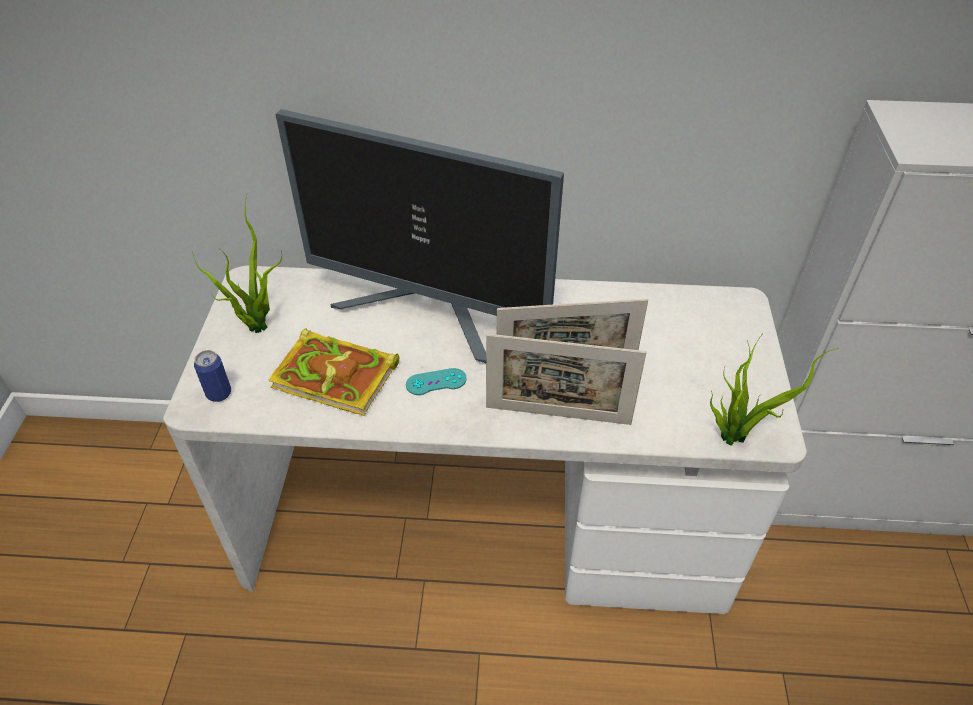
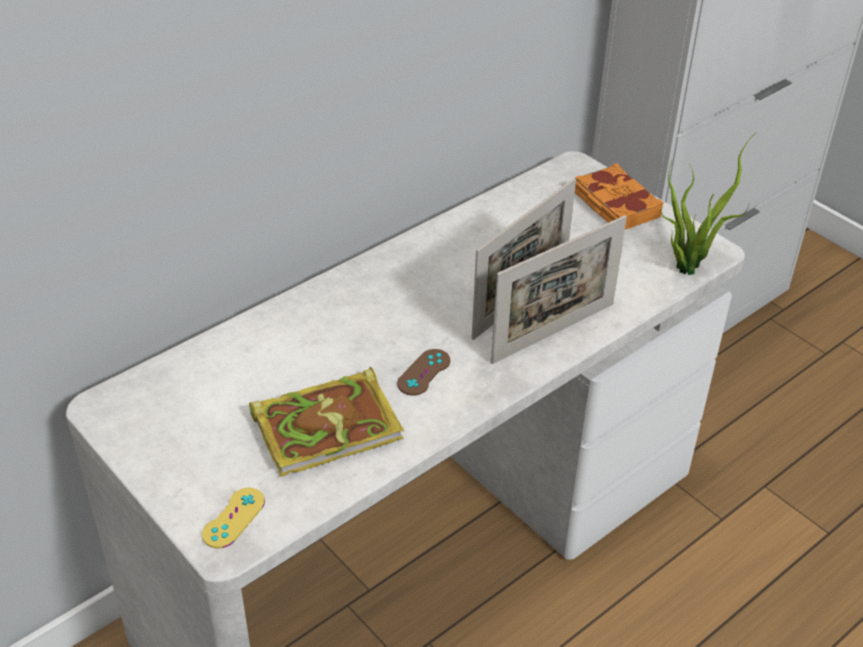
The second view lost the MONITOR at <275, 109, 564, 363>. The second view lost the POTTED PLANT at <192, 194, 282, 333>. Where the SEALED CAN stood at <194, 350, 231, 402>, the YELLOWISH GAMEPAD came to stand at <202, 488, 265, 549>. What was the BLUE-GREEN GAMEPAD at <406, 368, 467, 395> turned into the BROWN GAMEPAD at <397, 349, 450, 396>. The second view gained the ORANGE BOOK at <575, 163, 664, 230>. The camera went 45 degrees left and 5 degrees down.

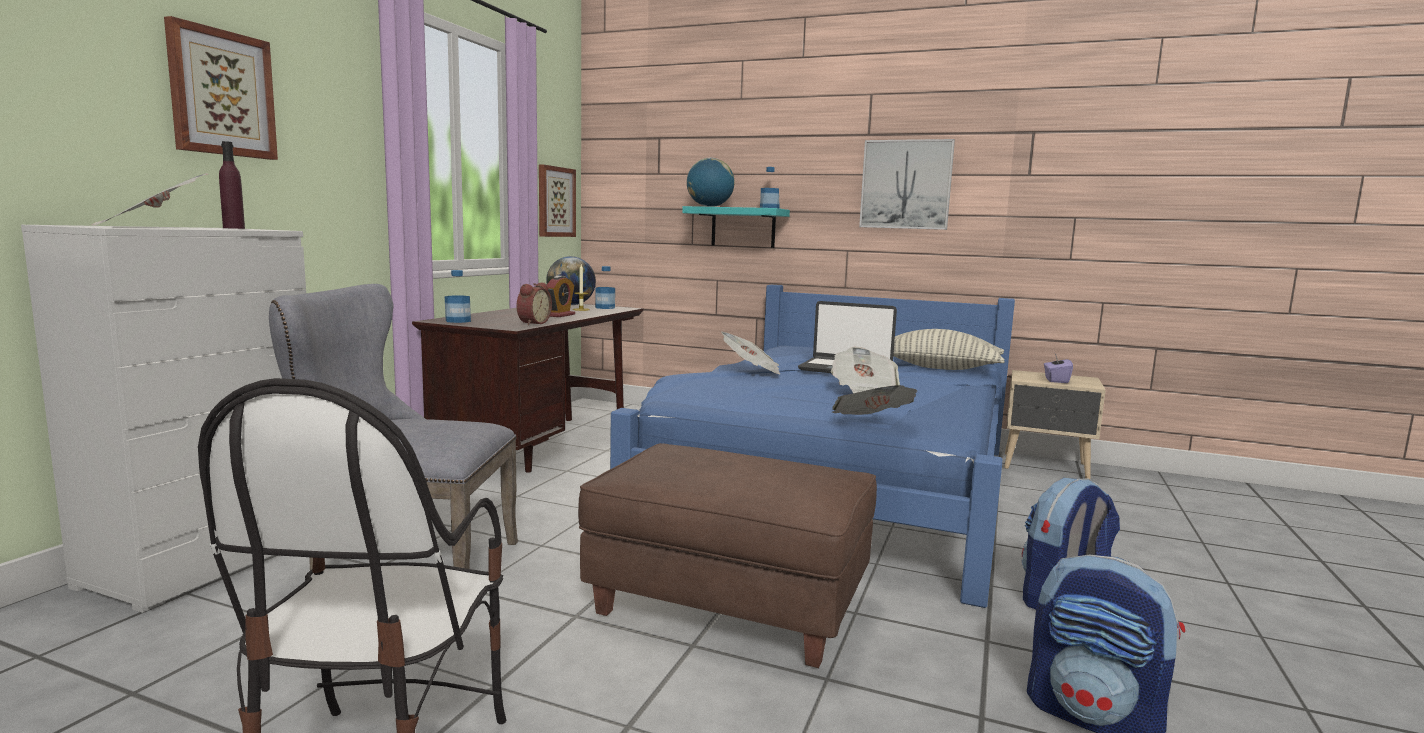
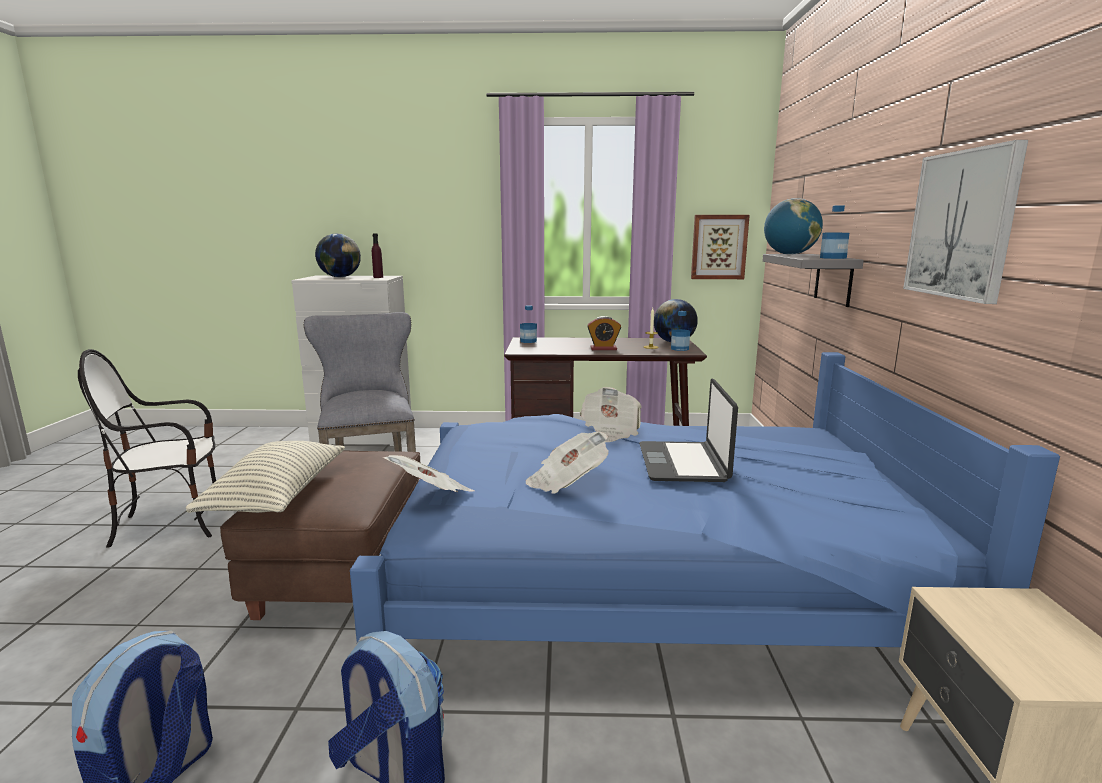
The second view lost the PICTURE at <164, 16, 278, 160>. Where the DAILY PAPER stood at <91, 173, 208, 225>, the DESK GLOBE came to stand at <315, 234, 361, 277>. What was the BLUE-GREEN BRACKET SHELF at <682, 206, 790, 248> turned into the GREY BRACKET SHELF at <762, 254, 864, 307>. The second view lost the BEDSIDE CLOCK at <516, 282, 552, 325>. The PILLOW ended up elsewhere, having gone from <893, 329, 1005, 370> to <186, 441, 345, 513>. The second view lost the PURPLE BOX OF TISSUES at <1044, 354, 1073, 383>. The camera went 70 degrees right and 5 degrees up.

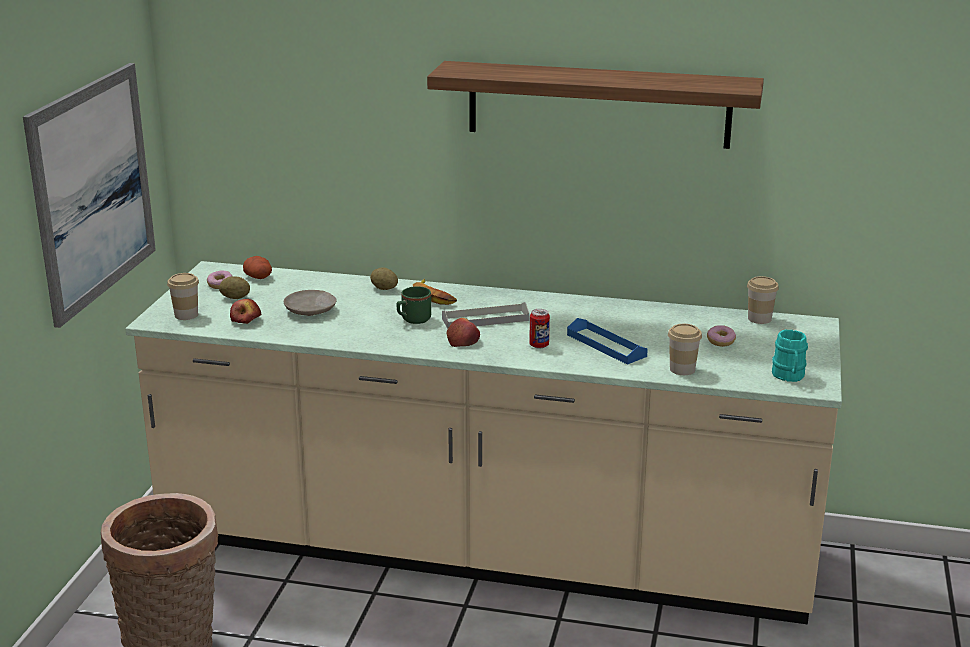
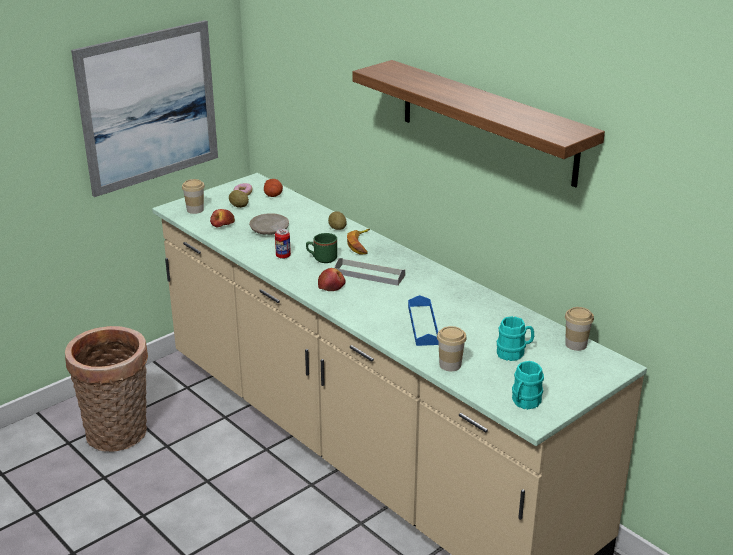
The SEALED CAN ended up elsewhere, having gone from <529, 309, 550, 349> to <275, 229, 291, 259>. Where the RING DOUGHNUT stood at <707, 325, 736, 347>, the BLUE-GREEN TEA MUG came to stand at <497, 316, 534, 361>. The camera went 35 degrees right and 5 degrees up.

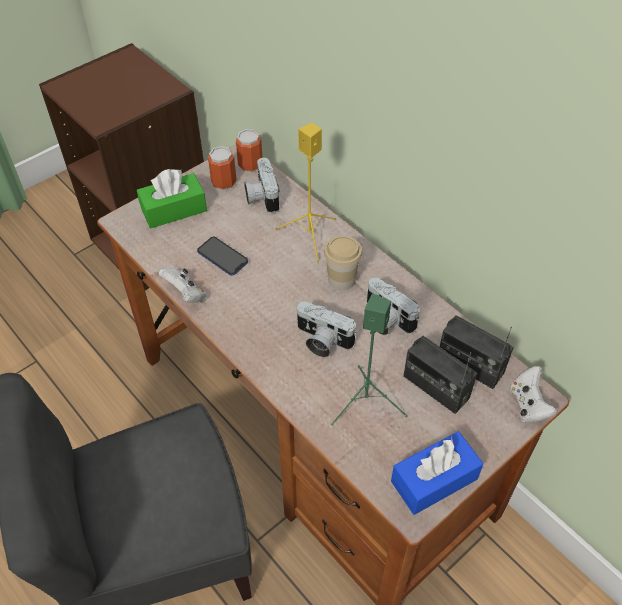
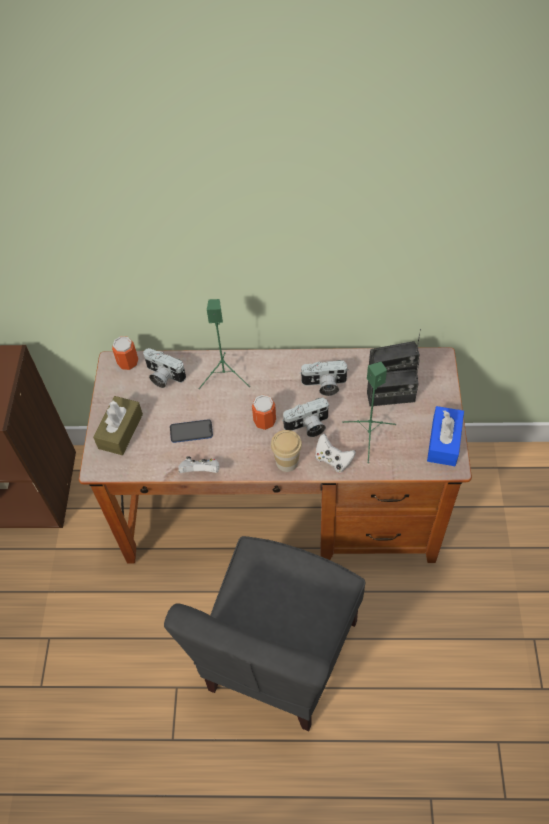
What was the YELLOWISH LOUDSPEAKER at <275, 123, 336, 264> turned into the GREEN LOUDSPEAKER at <198, 299, 250, 389>. The SEALED CAN ended up elsewhere, having gone from <208, 146, 237, 190> to <252, 395, 276, 430>. What was the GREEN BOX OF TISSUES at <137, 169, 207, 229> turned into the BROWN BOX OF TISSUES at <93, 396, 143, 455>. The SMALL CUP ended up elsewhere, having gone from <324, 236, 362, 291> to <271, 430, 302, 472>. The WHITE-COLOURED GAMEPAD ended up elsewhere, having gone from <510, 366, 558, 423> to <315, 433, 356, 472>. The camera went 45 degrees left and 5 degrees up.

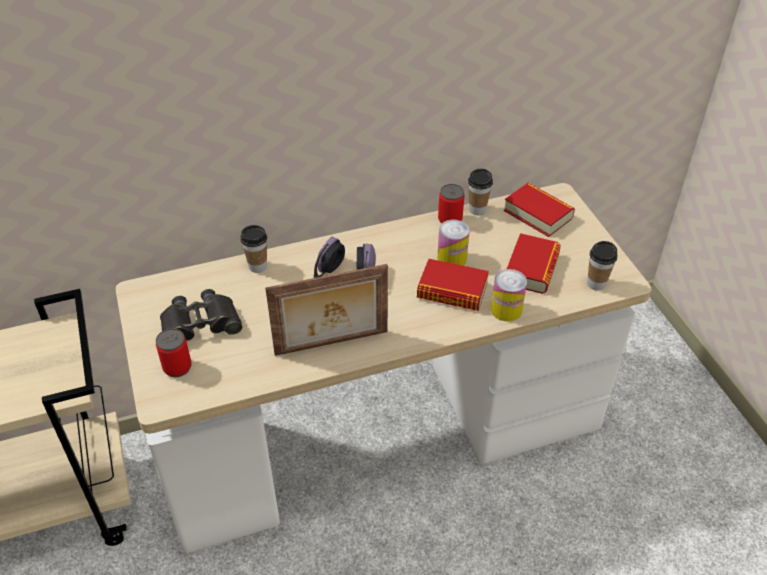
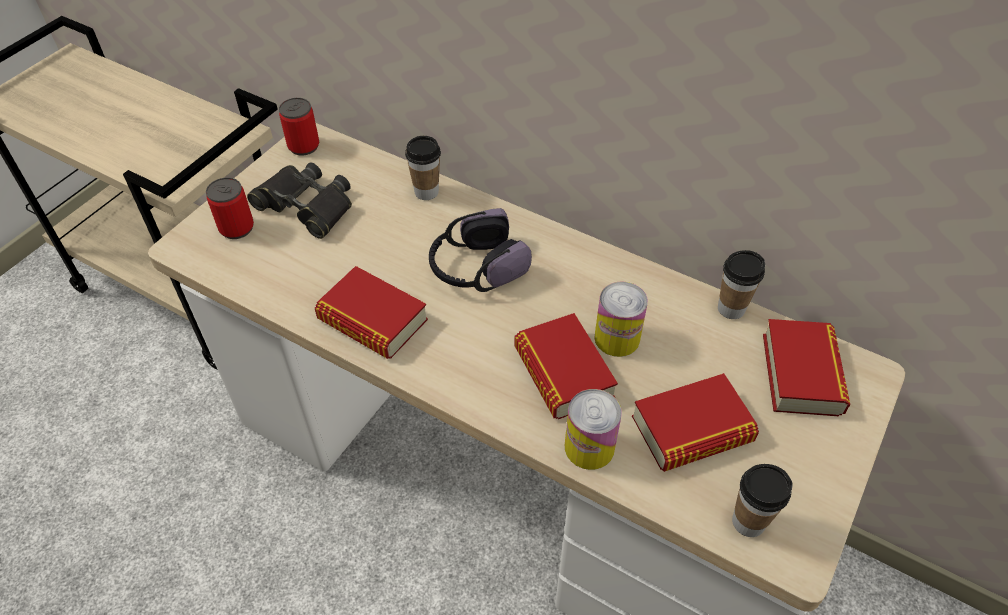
The SEALED CAN ended up elsewhere, having gone from <438, 184, 465, 224> to <279, 98, 319, 156>. Where the PHOTO FRAME stood at <265, 264, 388, 356>, the BOOK came to stand at <315, 266, 428, 359>. The camera went 50 degrees right and 5 degrees up.

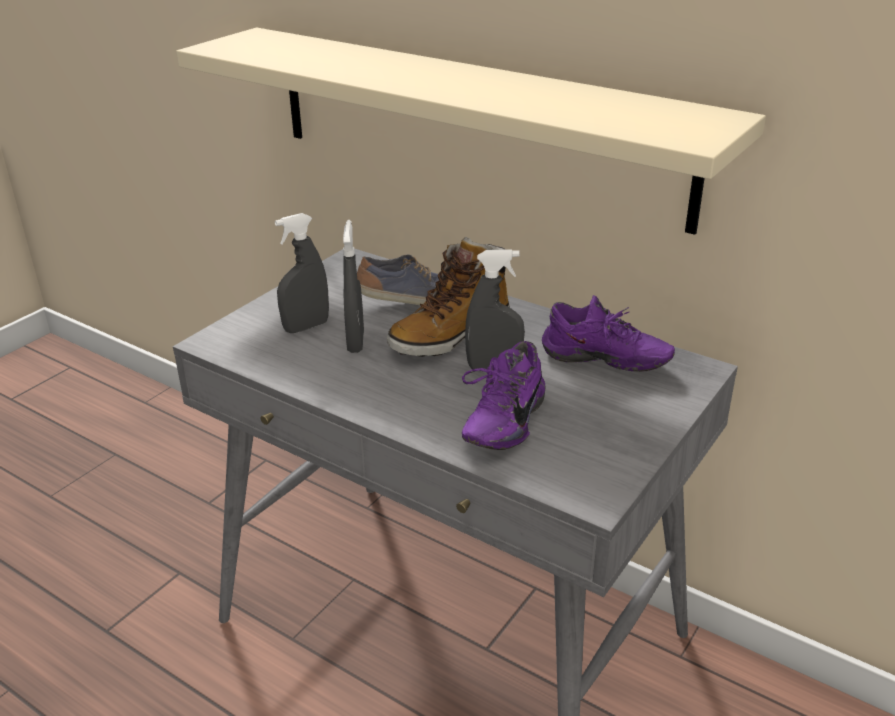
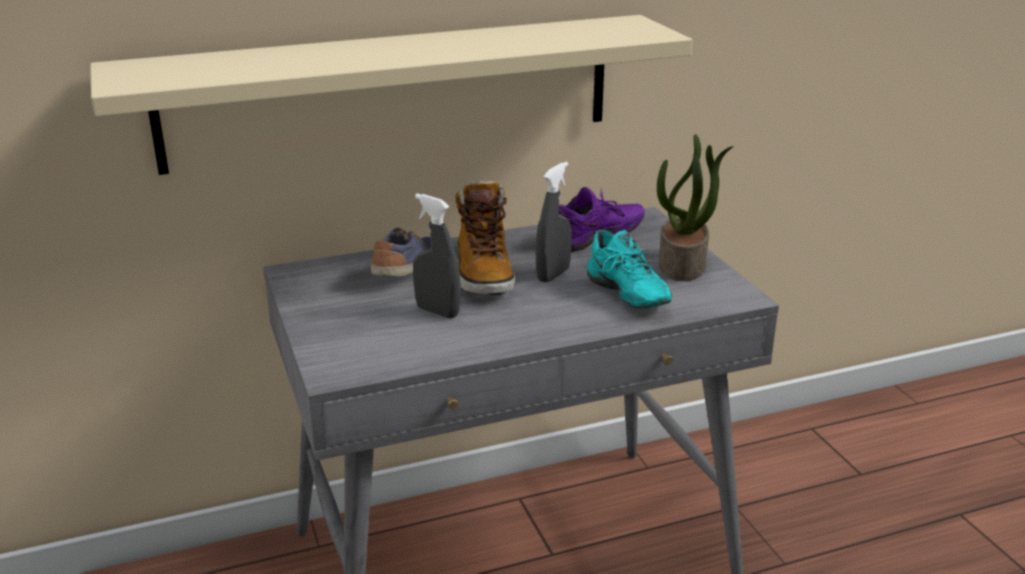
The second view lost the GREY SPRAY BOTTLE at <275, 213, 329, 333>. What was the PURPLE ITEM OF FOOTWEAR at <462, 341, 545, 450> turned into the BLUE-GREEN ITEM OF FOOTWEAR at <587, 230, 672, 309>. The second view gained the POTTED PLANT at <657, 134, 734, 281>. The camera went 55 degrees left and 5 degrees down.

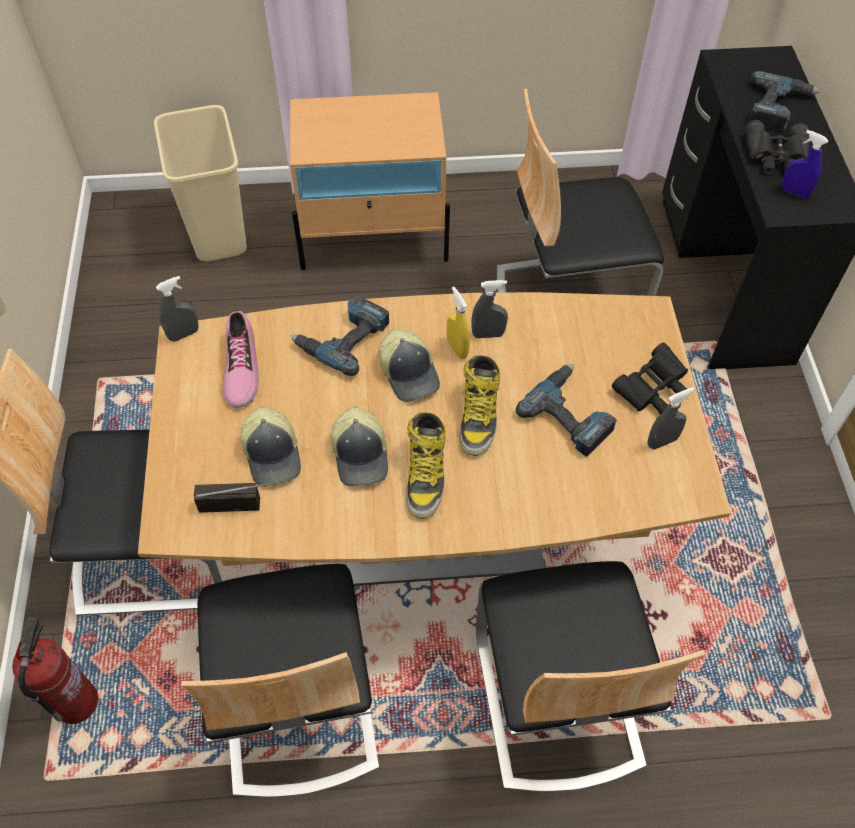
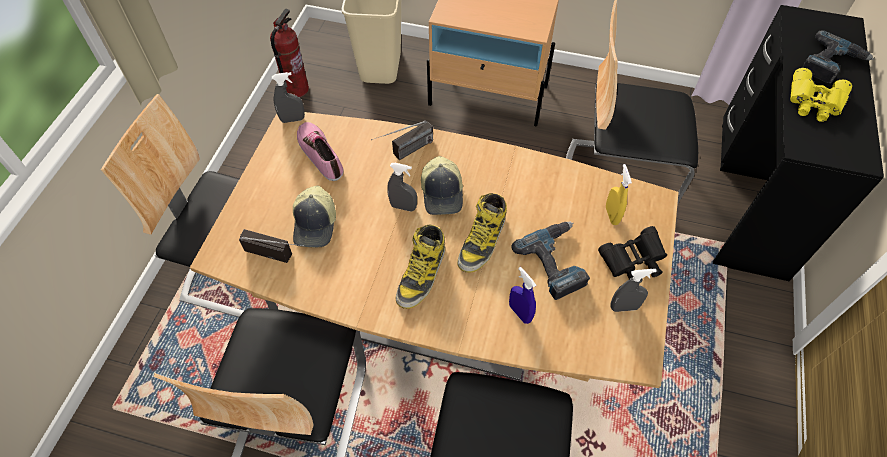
What was the BLACK-COLOURED BINOCULARS at <744, 120, 810, 175> turned into the YELLOWISH BINOCULARS at <790, 68, 852, 122>. The BLUISH SPRAY BOTTLE ended up elsewhere, having gone from <782, 130, 829, 198> to <509, 267, 536, 324>. The GREY SPRAY BOTTLE ended up elsewhere, having gone from <471, 280, 508, 338> to <387, 163, 417, 212>. The YELLOWISH SPRAY BOTTLE ended up elsewhere, having gone from <447, 287, 470, 359> to <606, 164, 632, 225>. Where the POWER DRILL stood at <291, 295, 389, 376>, the RADIO SET came to stand at <371, 121, 433, 160>. The ITEM OF FOOTWEAR at <222, 310, 259, 408> ended up facing another way, 135 degrees clockwise from before. The second view lost the BASEBALL CAP at <331, 406, 388, 486>. The FIRE-FIGHTING CYLINDER ended up elsewhere, having gone from <12, 618, 99, 724> to <270, 8, 309, 97>. The camera went 20 degrees right and 0 degrees up.

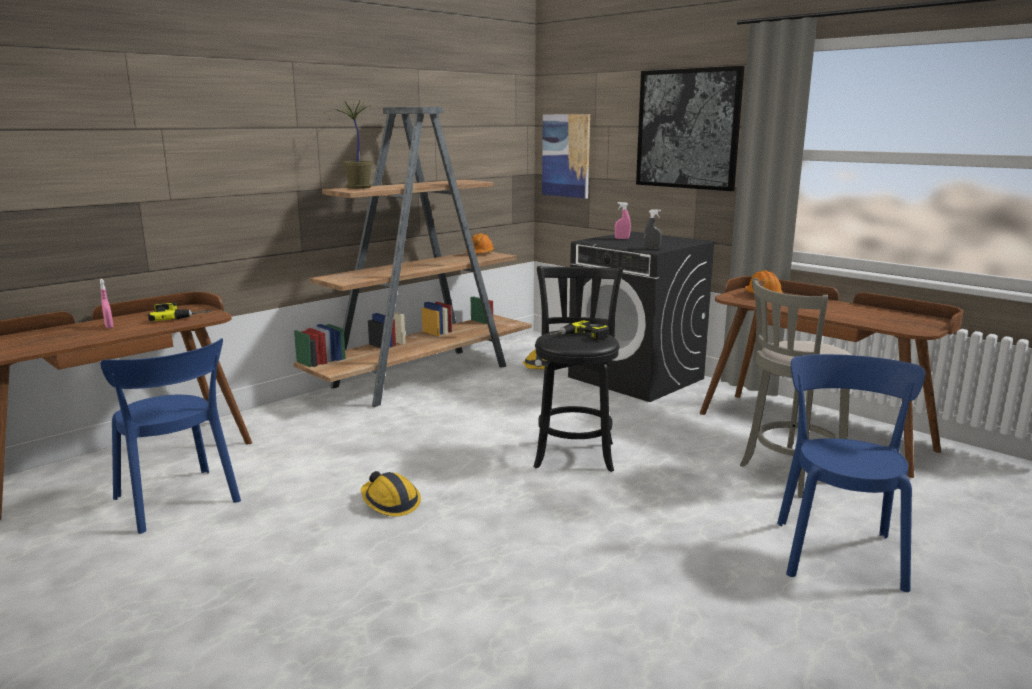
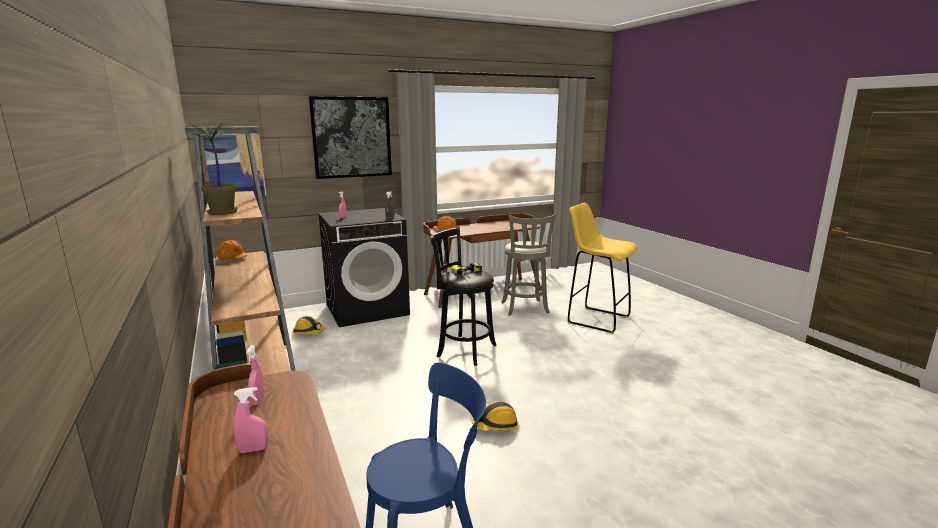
Where the POWER DRILL stood at <148, 302, 211, 321>, the PINK-COLOURED SPRAY BOTTLE came to stand at <246, 345, 264, 405>. Where the BLUISH UPRIGHT CHAIR stood at <777, 354, 925, 592>, the YELLOWISH STOOL SEAT came to stand at <567, 203, 638, 334>. The camera went 70 degrees left and 0 degrees up.

